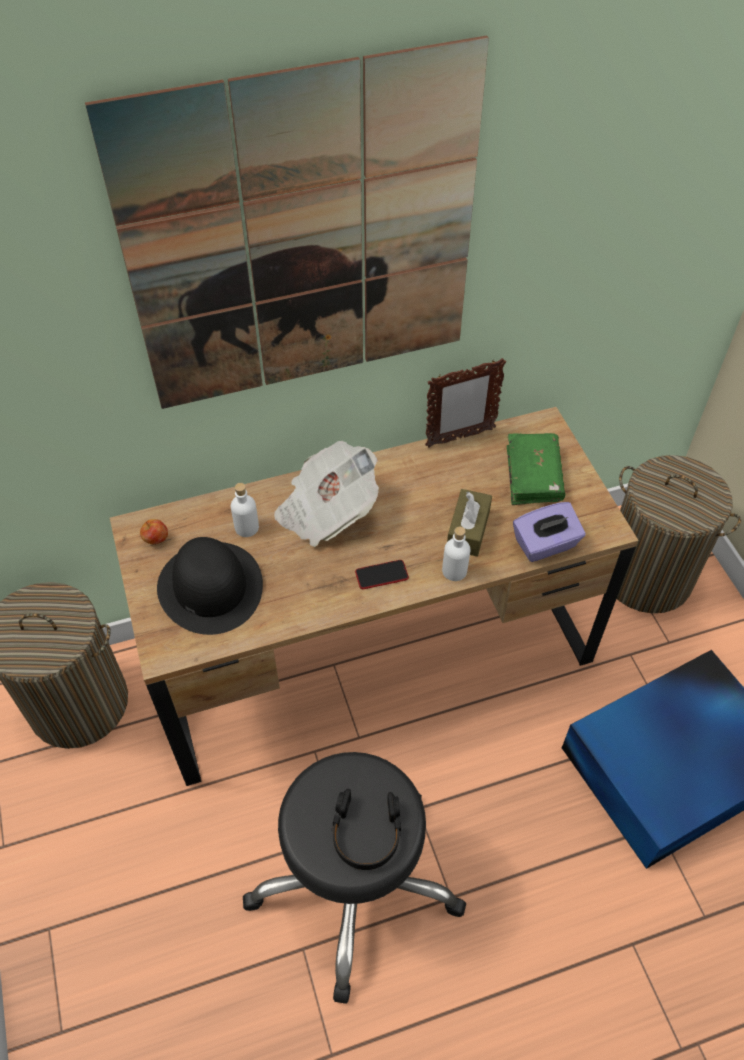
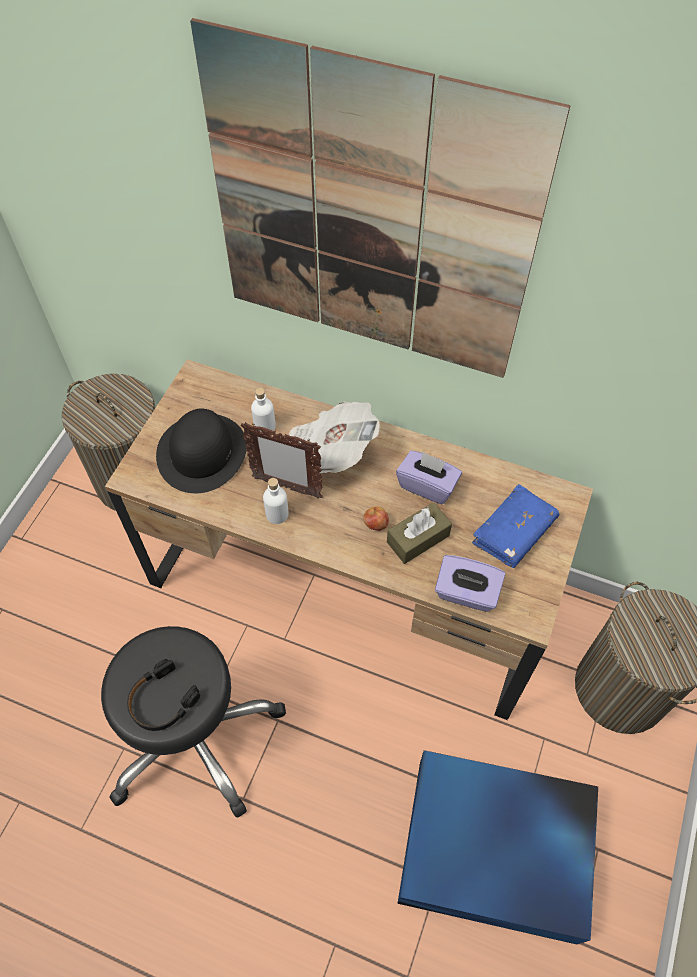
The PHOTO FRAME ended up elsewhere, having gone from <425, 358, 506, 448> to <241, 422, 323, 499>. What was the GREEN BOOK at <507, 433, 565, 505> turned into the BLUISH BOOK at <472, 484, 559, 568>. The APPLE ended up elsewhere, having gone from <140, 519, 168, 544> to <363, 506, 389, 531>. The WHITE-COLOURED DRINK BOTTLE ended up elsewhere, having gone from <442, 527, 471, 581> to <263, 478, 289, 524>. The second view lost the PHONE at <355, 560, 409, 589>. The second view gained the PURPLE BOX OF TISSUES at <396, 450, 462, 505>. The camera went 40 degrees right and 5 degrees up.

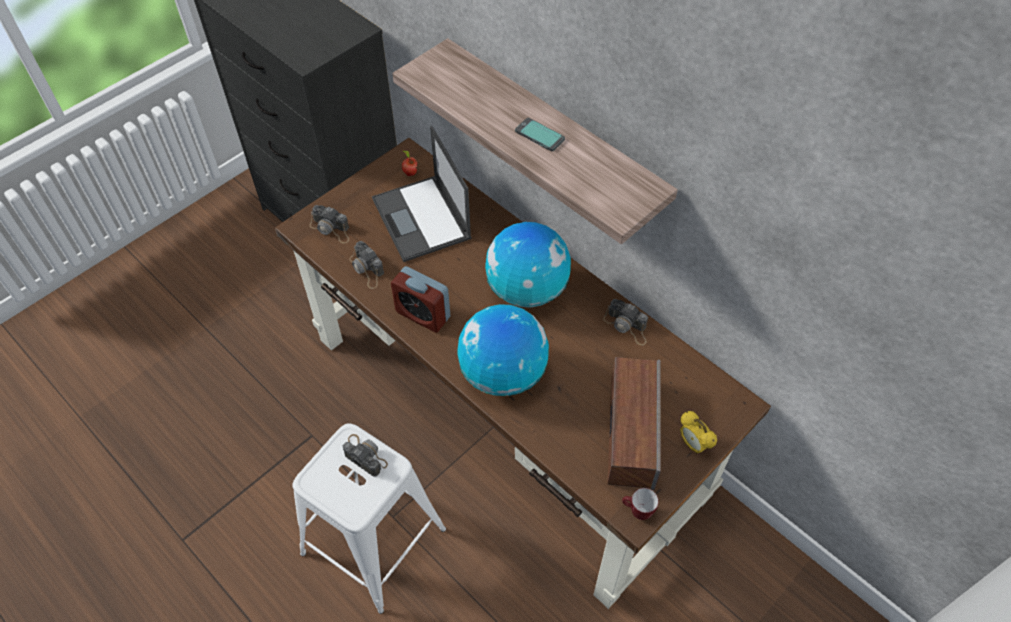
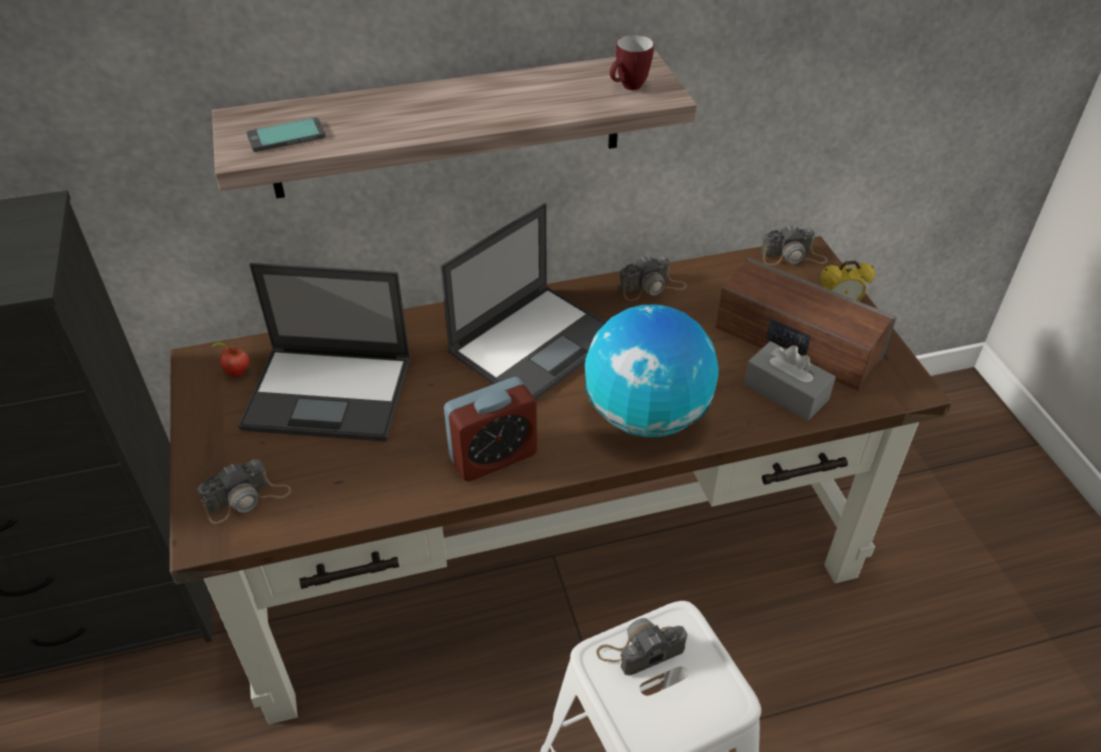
The PHONE ended up elsewhere, having gone from <515, 118, 565, 151> to <247, 118, 326, 152>. Where the DESK GLOBE stood at <485, 222, 571, 308>, the NOTEBOOK COMPUTER came to stand at <440, 203, 606, 400>. The STILL CAMERA ended up elsewhere, having gone from <349, 241, 384, 289> to <761, 225, 828, 265>. The TEA MUG ended up elsewhere, having gone from <622, 488, 659, 520> to <610, 35, 654, 90>. The second view gained the GREY BOX OF TISSUES at <744, 341, 836, 421>. The camera went 60 degrees left and 10 degrees down.

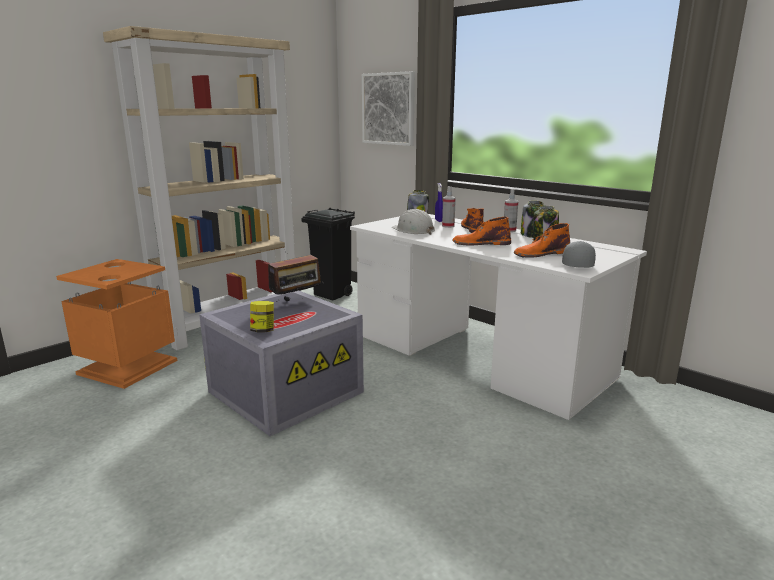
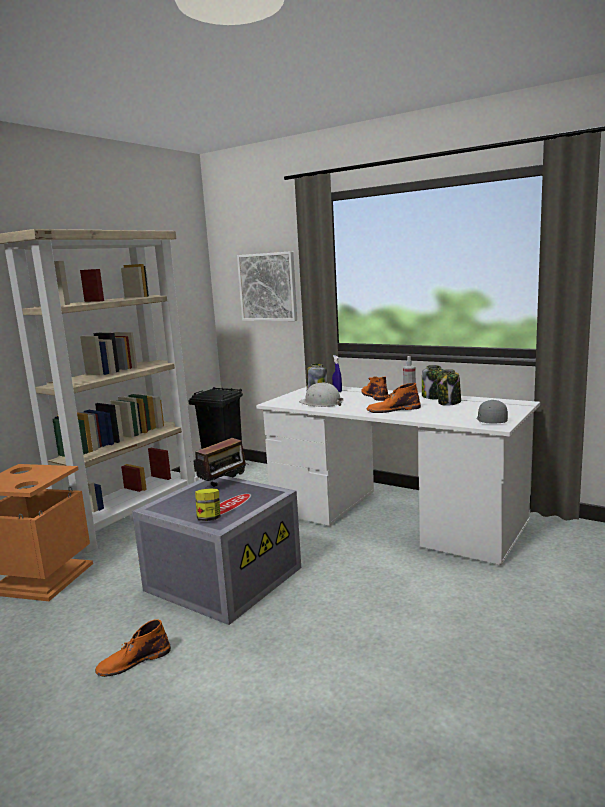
The second view lost the SPRAY BOTTLE at <442, 186, 456, 228>. The ORANGE HIGH-TOP BOOT ended up elsewhere, having gone from <514, 223, 570, 258> to <95, 619, 171, 677>. The camera went 10 degrees left and 5 degrees down.

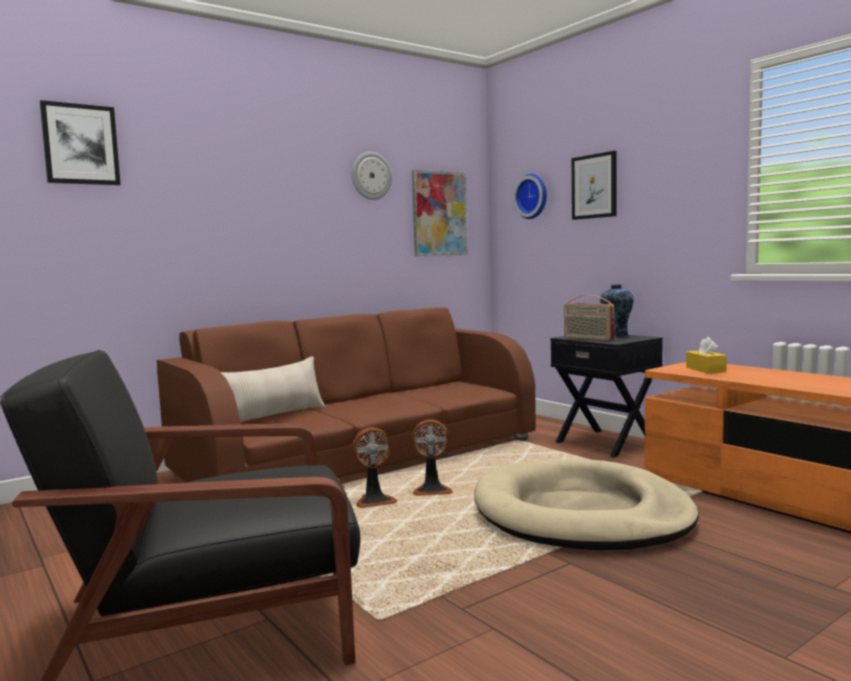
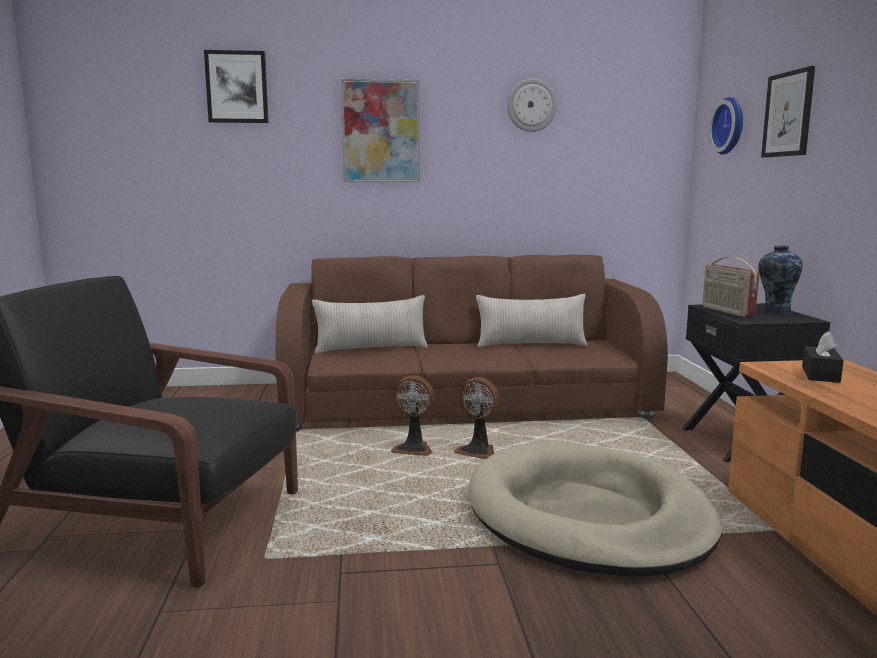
The PICTURE ended up elsewhere, having gone from <412, 170, 468, 256> to <341, 79, 420, 182>. What was the YELLOWISH BOX OF TISSUES at <686, 337, 727, 373> turned into the BLACK-COLOURED BOX OF TISSUES at <802, 331, 844, 383>. The second view gained the BEIGE-COLOURED PILLOW at <476, 294, 587, 347>. The camera went 30 degrees right and 5 degrees up.

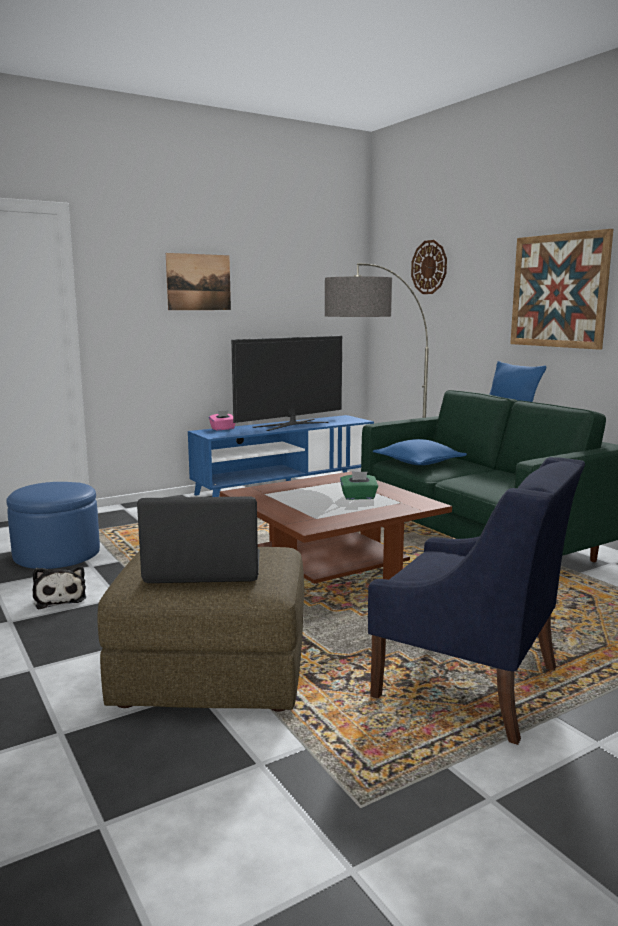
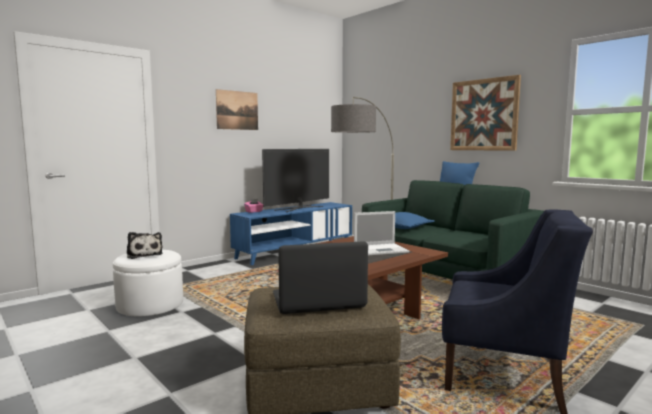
The second view lost the HANGING CLOCK at <411, 240, 447, 294>. Where the GREEN BOX OF TISSUES stood at <340, 471, 378, 500>, the NOTEBOOK COMPUTER came to stand at <354, 211, 409, 256>. What was the BLUISH FOOTREST at <6, 482, 100, 569> turned into the WHITE-COLOURED FOOTREST at <113, 250, 183, 316>. The PLUSH TOY ended up elsewhere, having gone from <33, 566, 86, 609> to <127, 232, 163, 259>. The camera went 10 degrees left and 5 degrees down.

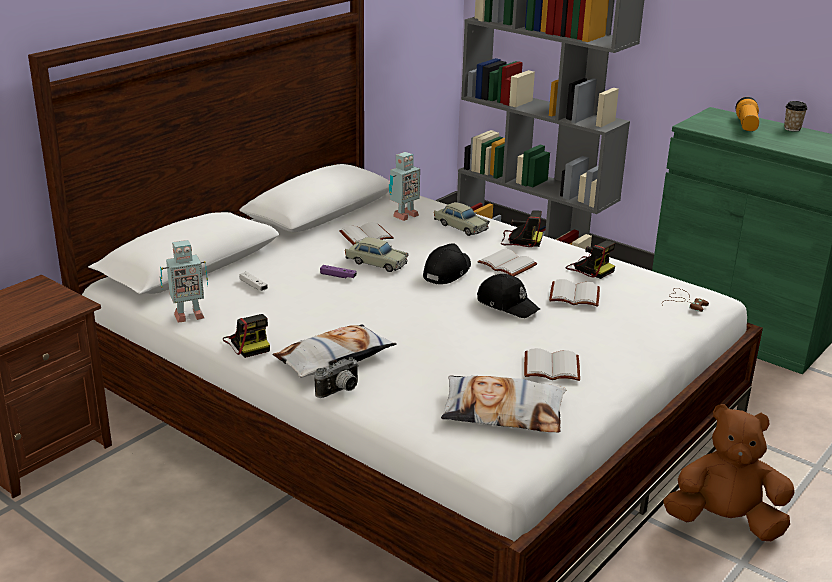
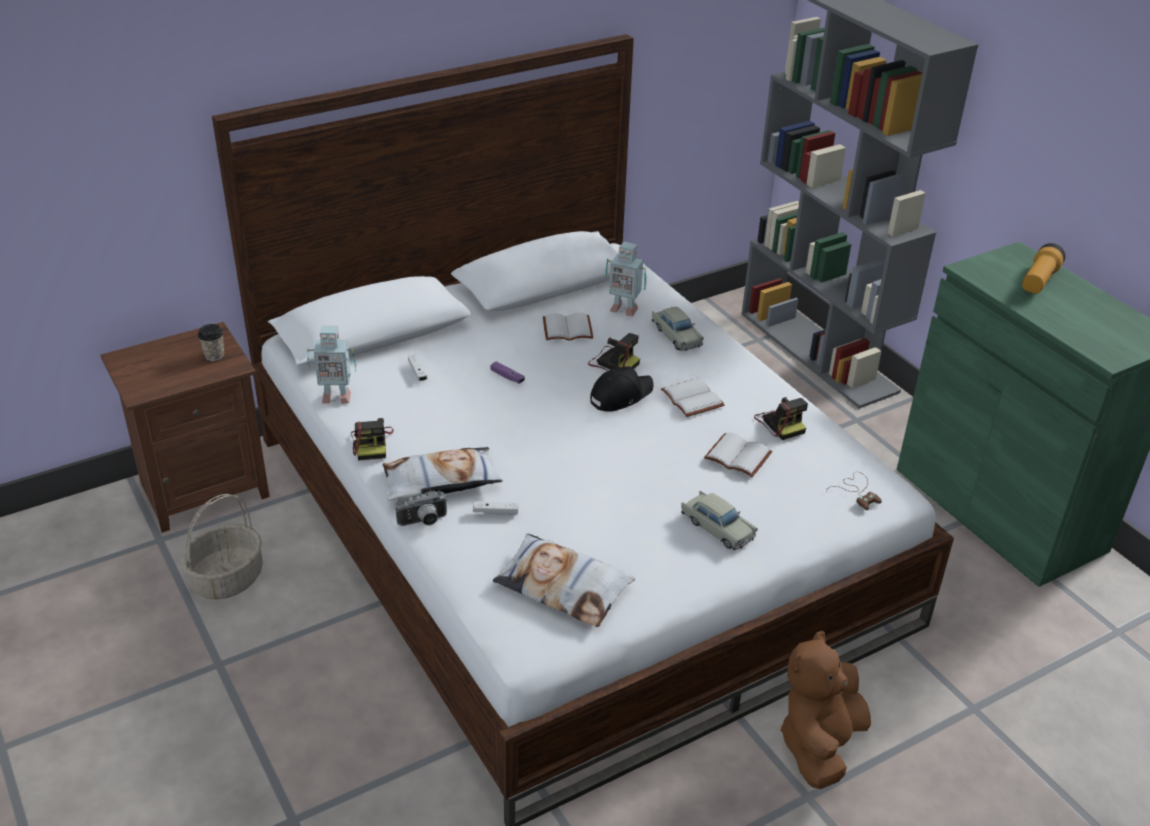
The SMALL CUP ended up elsewhere, having gone from <784, 101, 807, 131> to <198, 324, 224, 361>. The MODEL ROBOT at <389, 152, 420, 221> ended up facing another way, 45 degrees clockwise from before. The STILL CAMERA ended up elsewhere, having gone from <501, 210, 543, 247> to <588, 333, 640, 371>. The BEIGE-COLOURED TOY CAR ended up elsewhere, having gone from <345, 237, 409, 272> to <681, 491, 758, 550>. The second view lost the BLACK-COLOURED BASEBALL CAP at <477, 274, 540, 318>. The second view lost the WHITE-COLOURED BOOK at <524, 348, 580, 381>. The BROWN PLUSH TOY at <663, 404, 794, 541> ended up facing another way, 90 degrees counterclockwise from before. The second view gained the HOUSEHOLD BASKET at <181, 494, 263, 600>. The second view gained the WHITE-COLOURED GAMEPAD at <473, 501, 518, 515>. The camera went 20 degrees right and 10 degrees up.

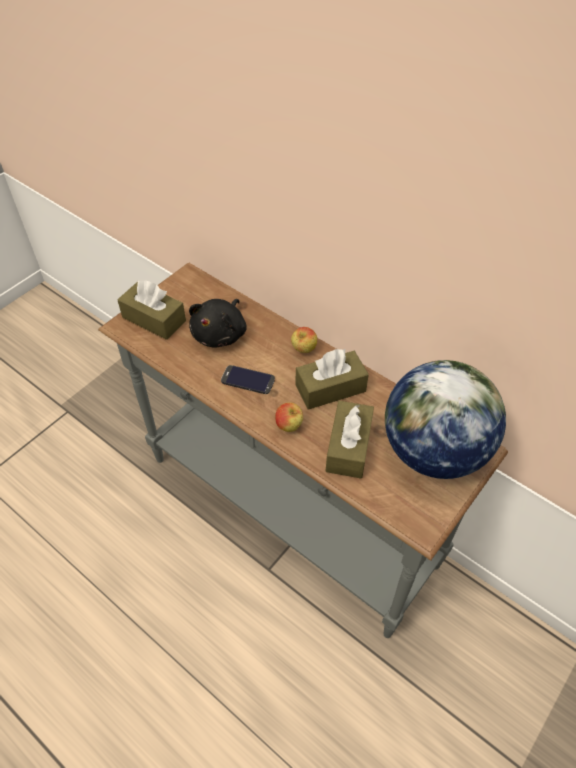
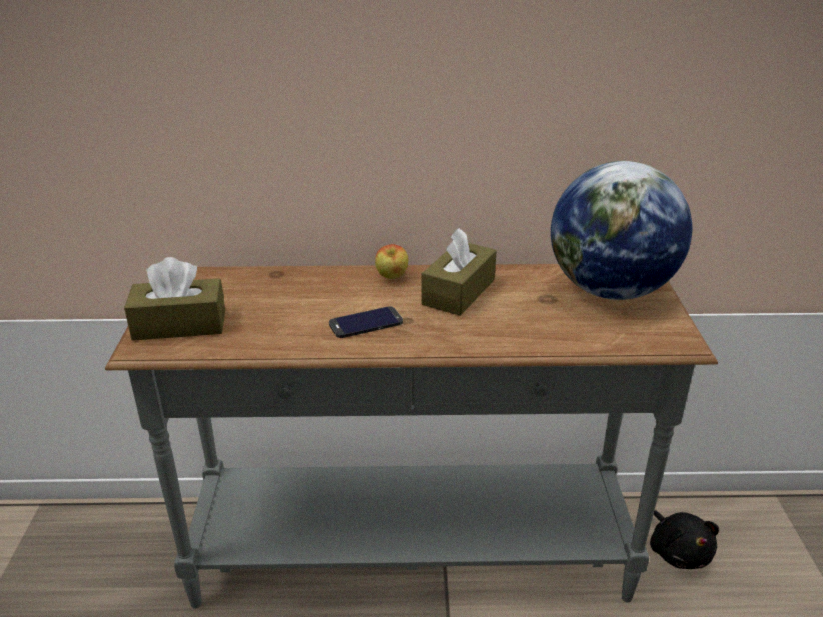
The BLACK-COLOURED PLUSH TOY ended up elsewhere, having gone from <189, 299, 247, 348> to <650, 510, 719, 569>. The second view lost the BROWN BOX OF TISSUES at <326, 401, 374, 479>. The second view lost the APPLE at <275, 402, 303, 432>. The camera went 40 degrees left and 20 degrees down.

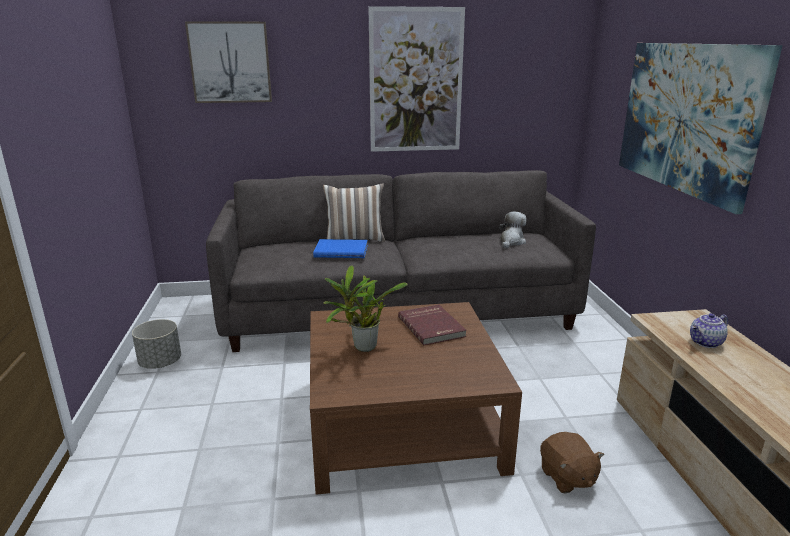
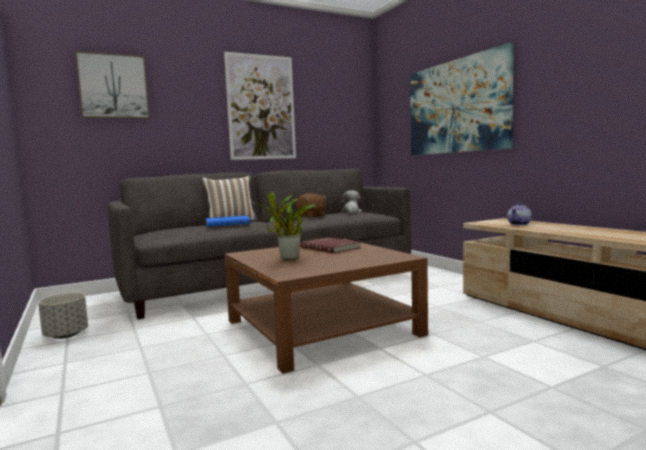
The BROWN PLUSH TOY ended up elsewhere, having gone from <540, 432, 604, 494> to <296, 193, 326, 218>. The camera went 20 degrees left and 15 degrees down.

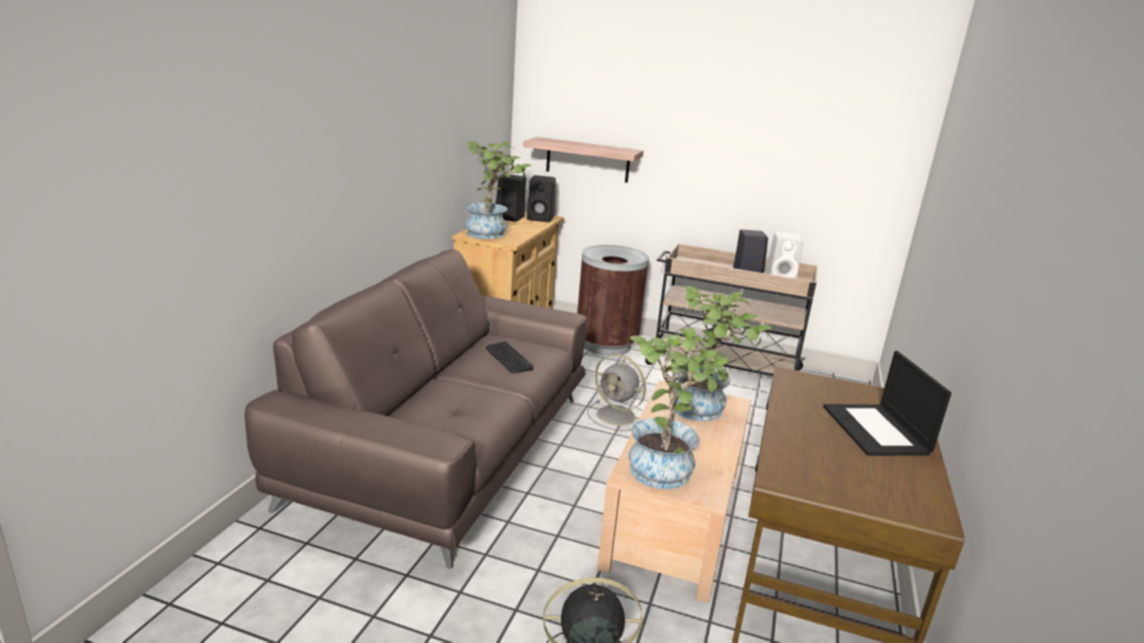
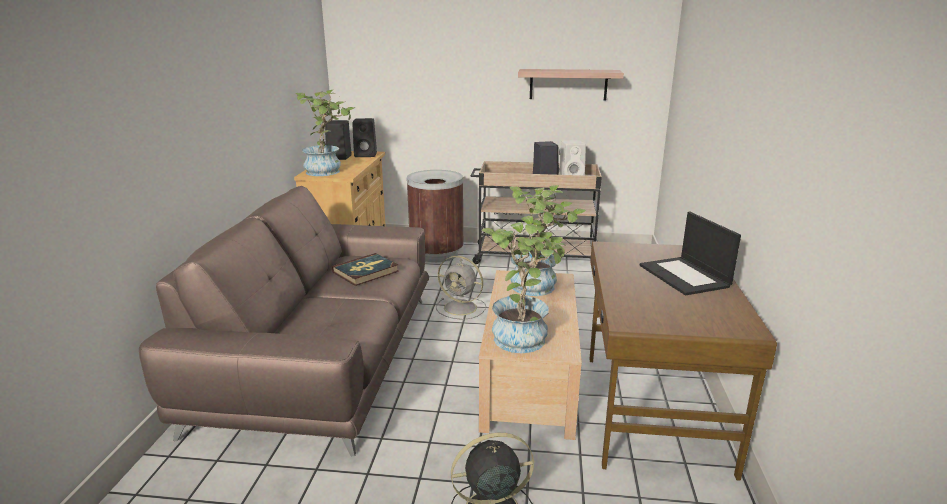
The BRACKET SHELF ended up elsewhere, having gone from <523, 137, 644, 183> to <518, 69, 624, 100>. Where the KEYBOARD stood at <486, 341, 533, 373>, the BOOK came to stand at <332, 253, 399, 286>. The camera went 10 degrees left and 0 degrees up.

